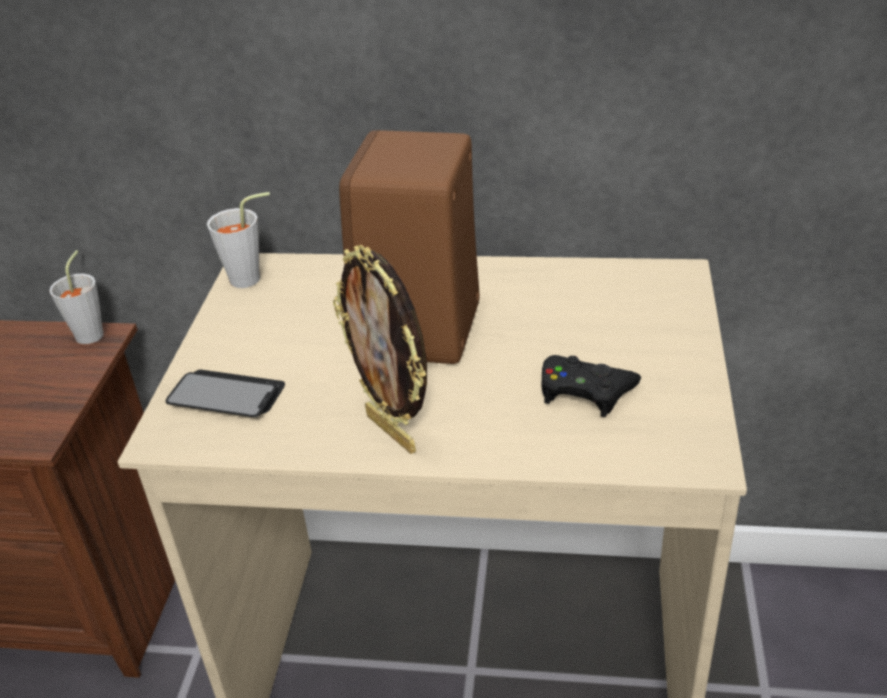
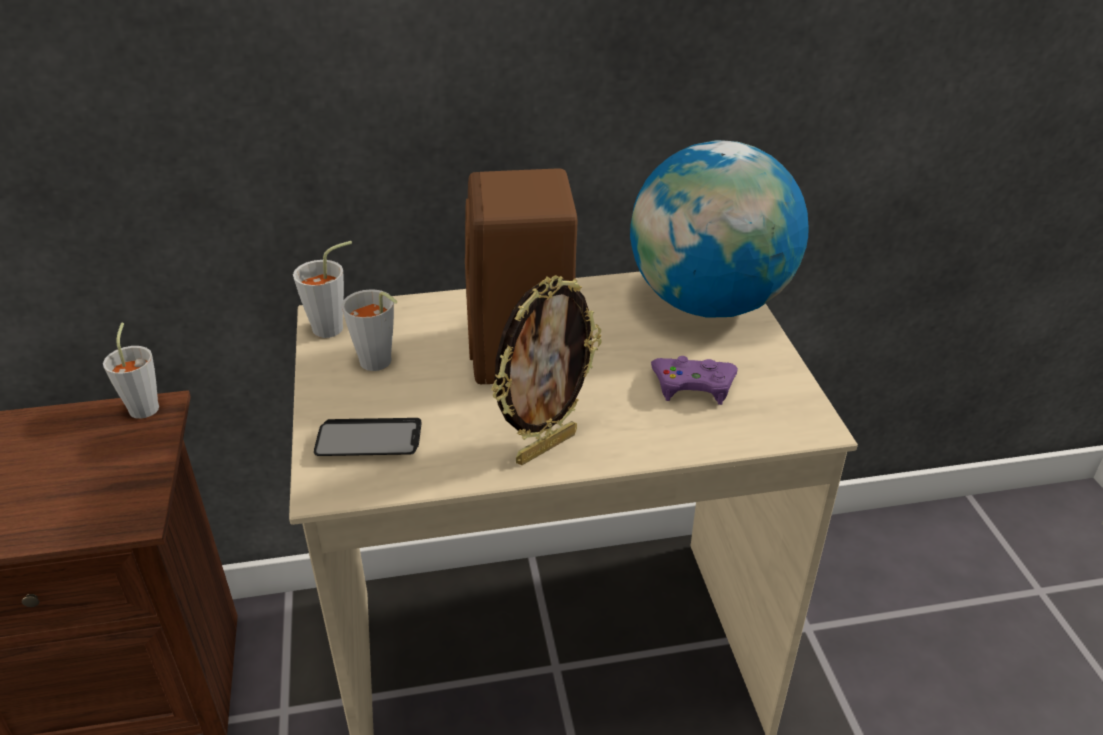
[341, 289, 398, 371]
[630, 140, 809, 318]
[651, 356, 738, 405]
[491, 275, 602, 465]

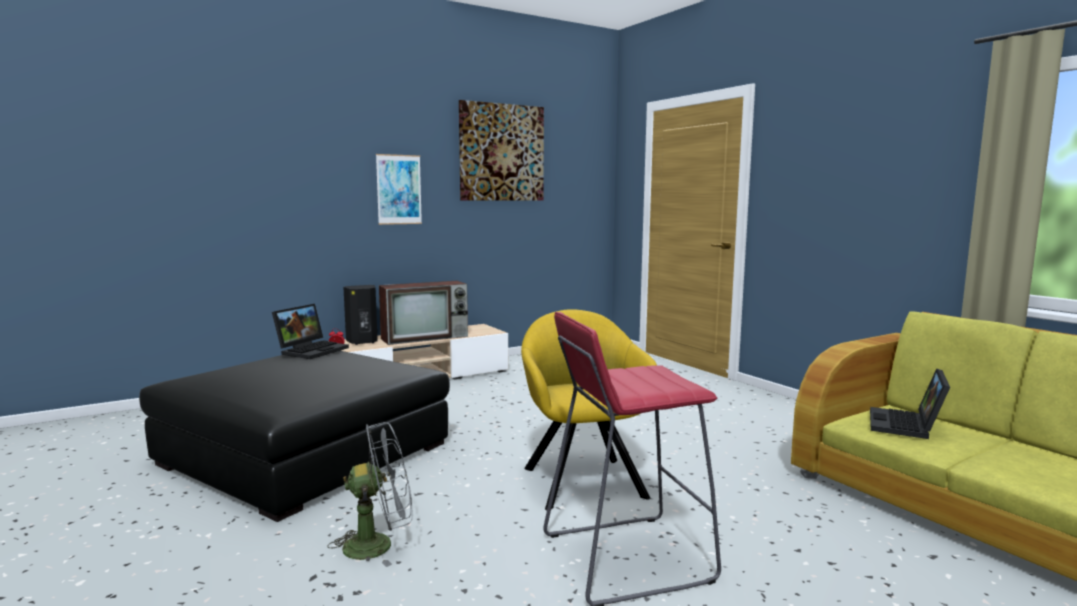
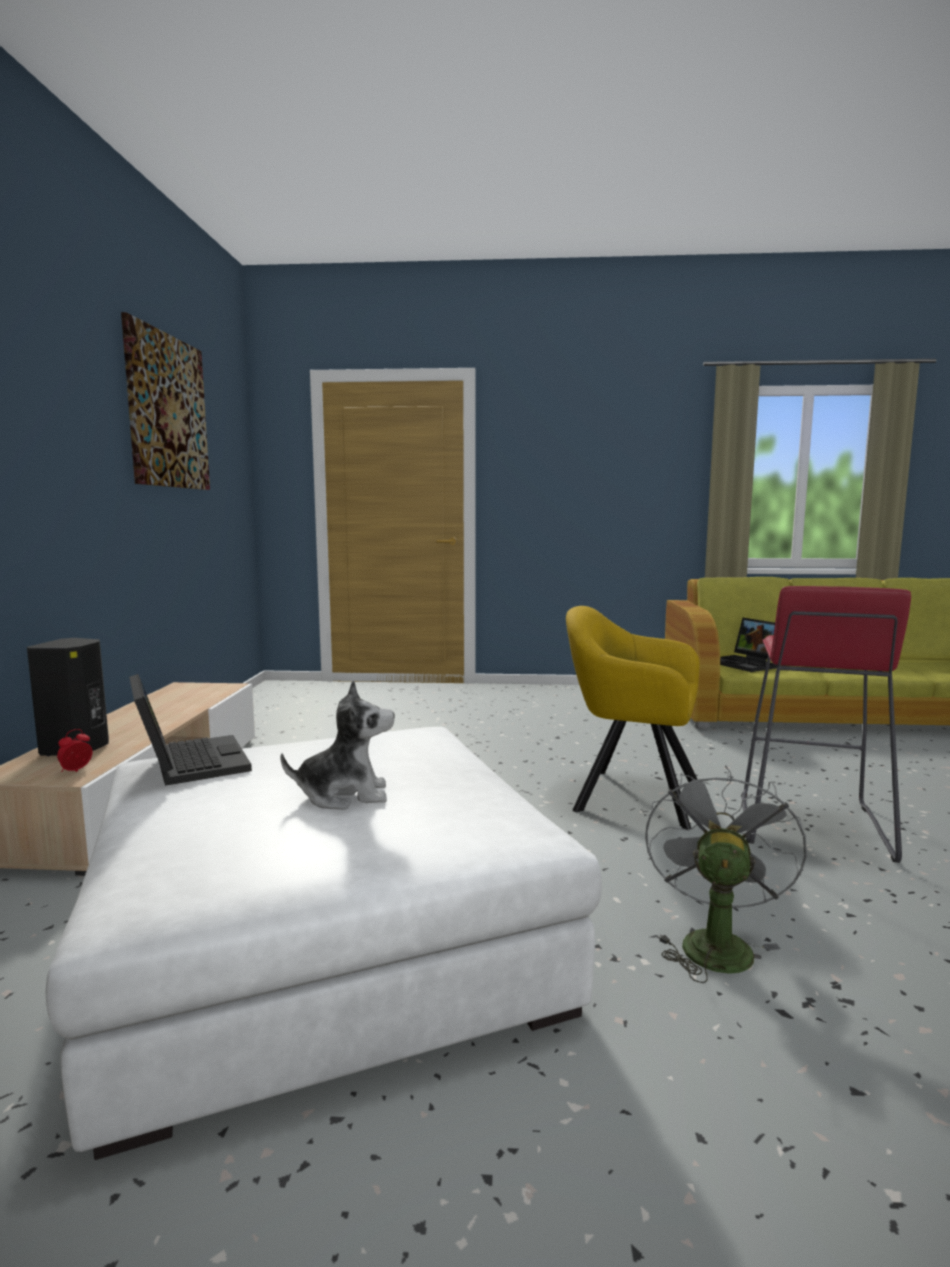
[376, 154, 422, 225] (first image)
[379, 281, 468, 345] (first image)
[280, 680, 395, 810]
[45, 727, 602, 1160]

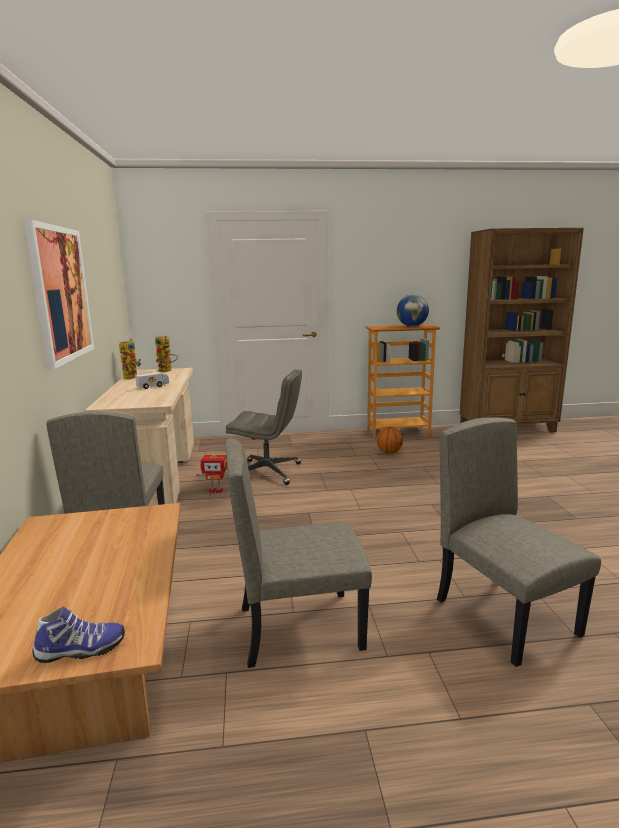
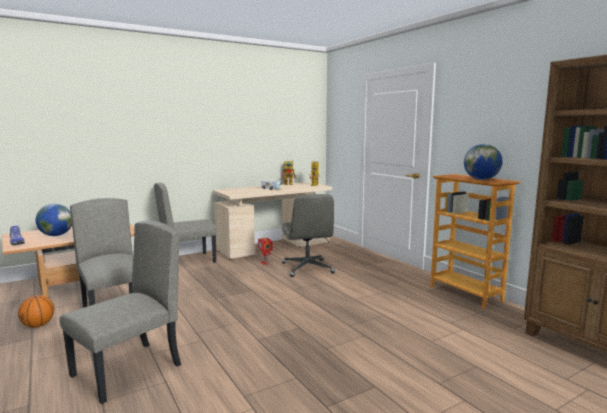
[24, 220, 94, 369] (first image)
[36, 204, 72, 236]
[18, 295, 55, 328]

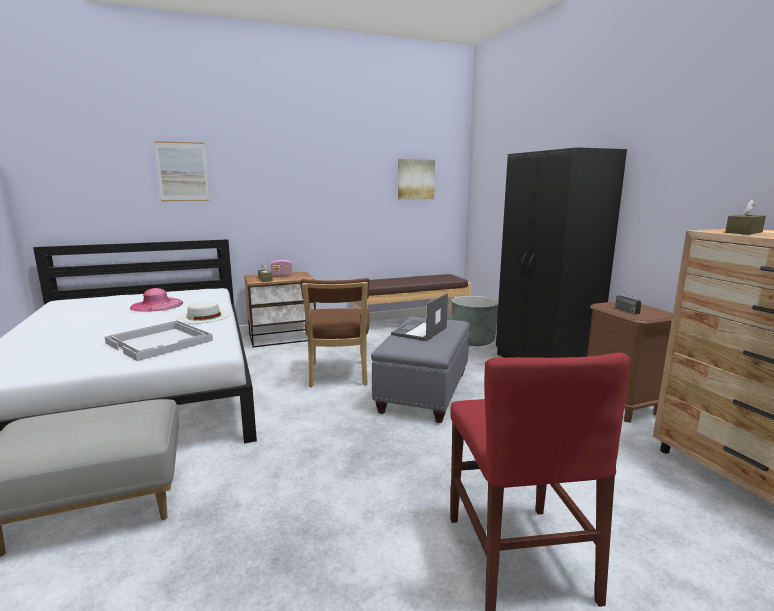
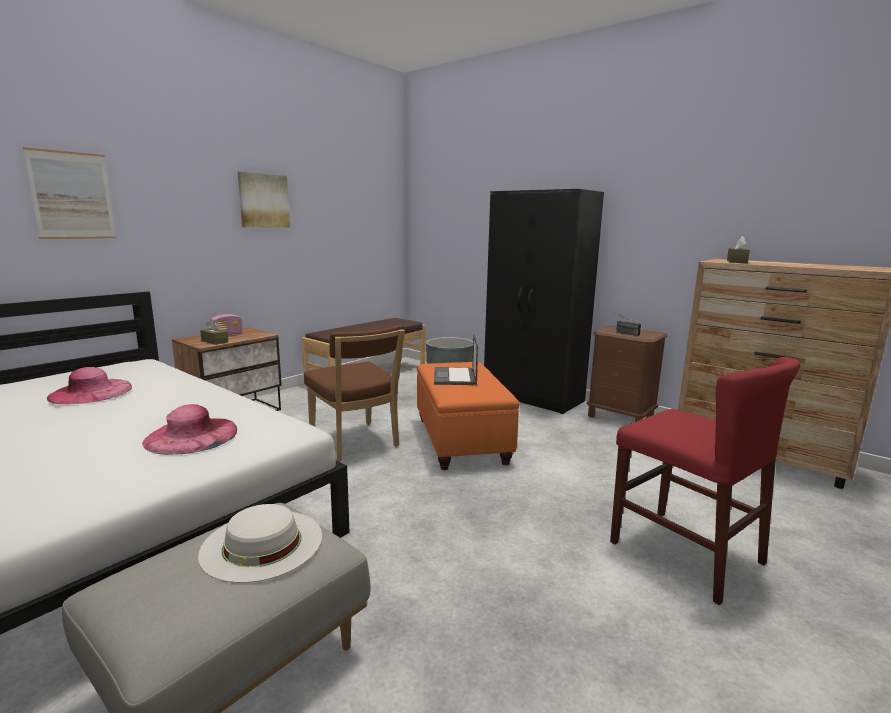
[198, 504, 322, 583]
[238, 172, 290, 227]
[142, 404, 237, 455]
[417, 362, 520, 470]

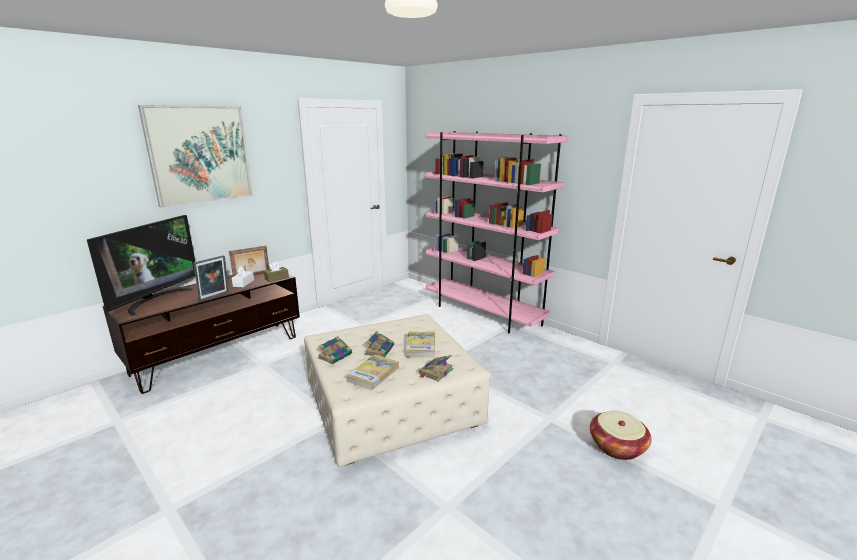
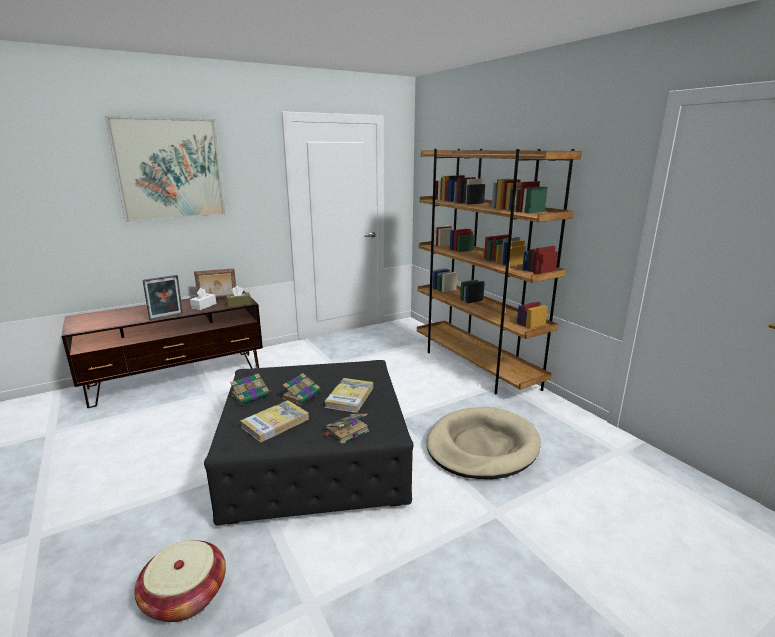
[87, 215, 195, 316] (first image)
[426, 407, 541, 479]
[134, 540, 226, 622]
[204, 360, 414, 526]
[417, 149, 582, 394]

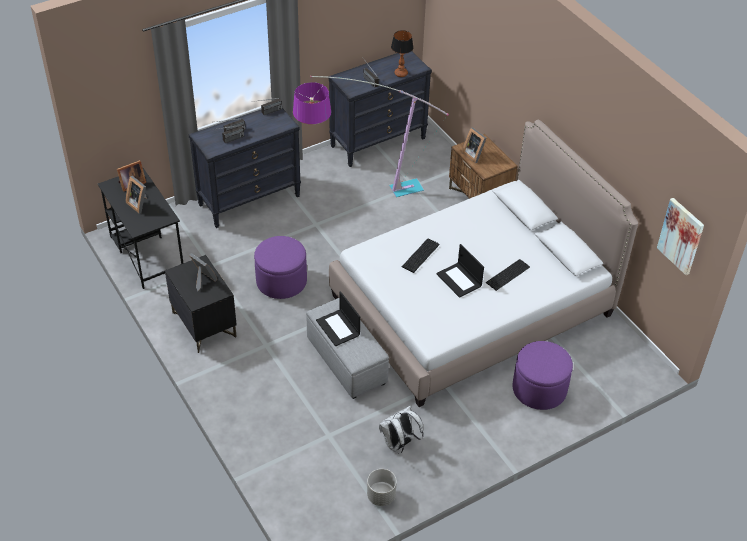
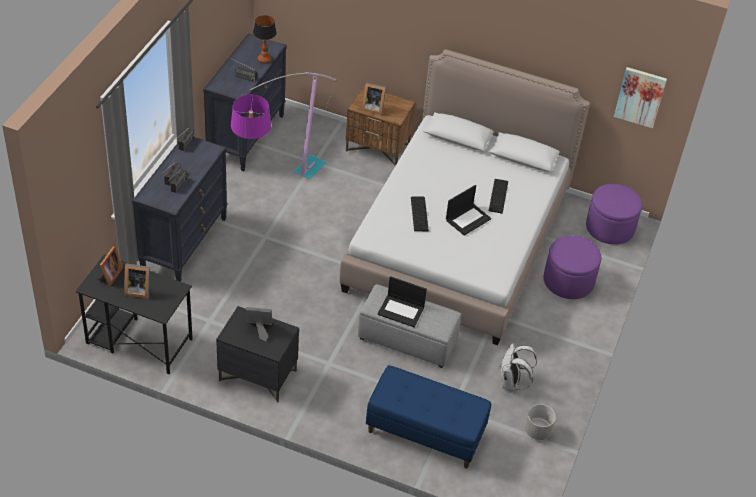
[366, 365, 491, 468]
[586, 184, 642, 245]
[446, 185, 491, 236]

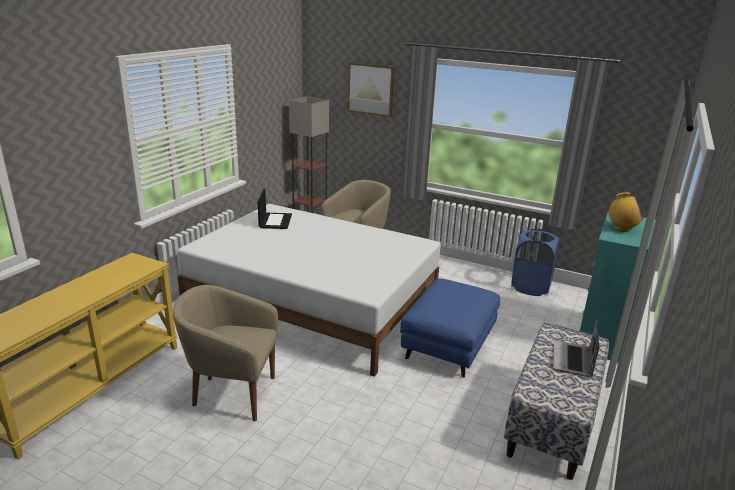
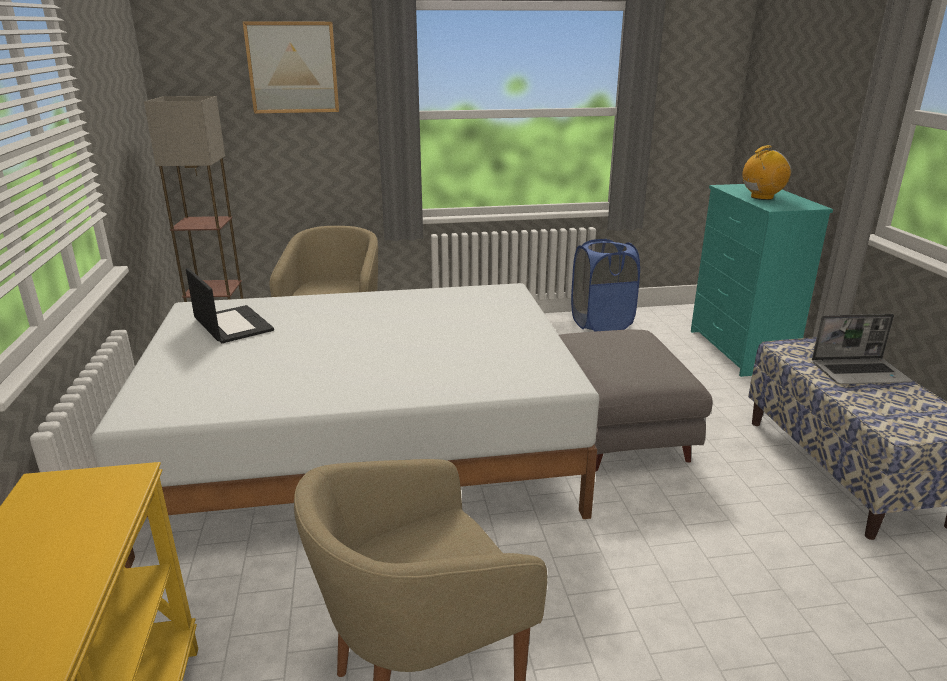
[559, 330, 713, 472]
[812, 314, 913, 384]

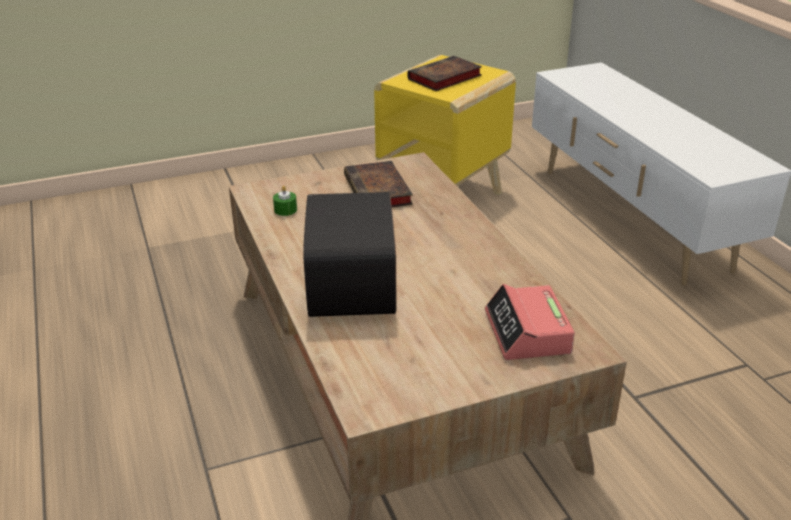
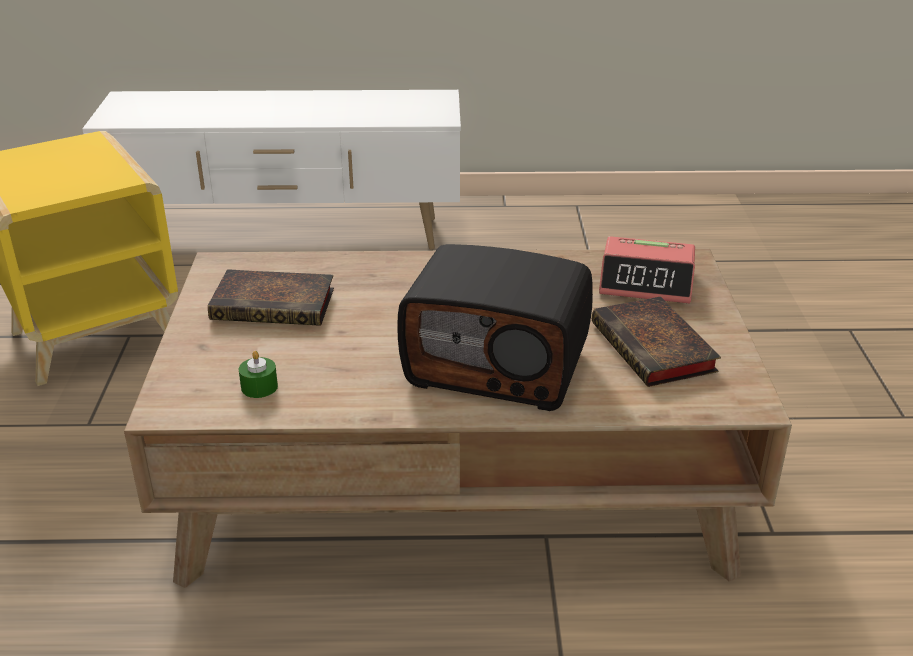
[592, 297, 721, 387]

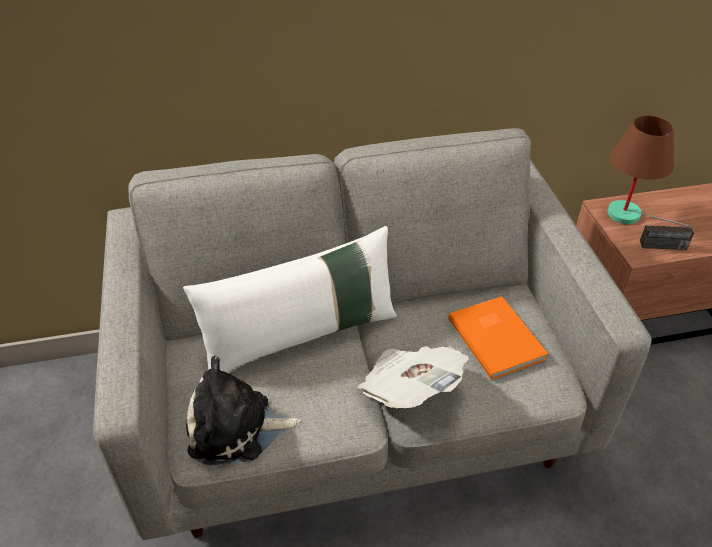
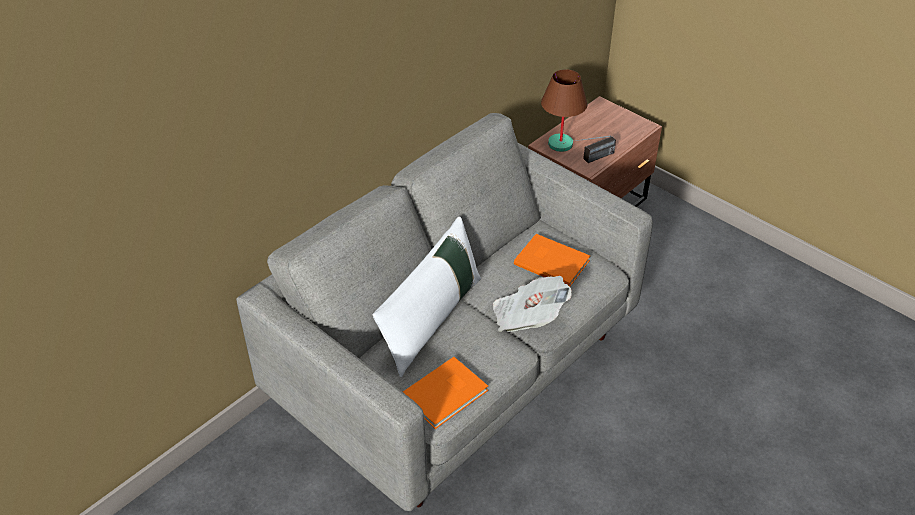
[403, 357, 488, 429]

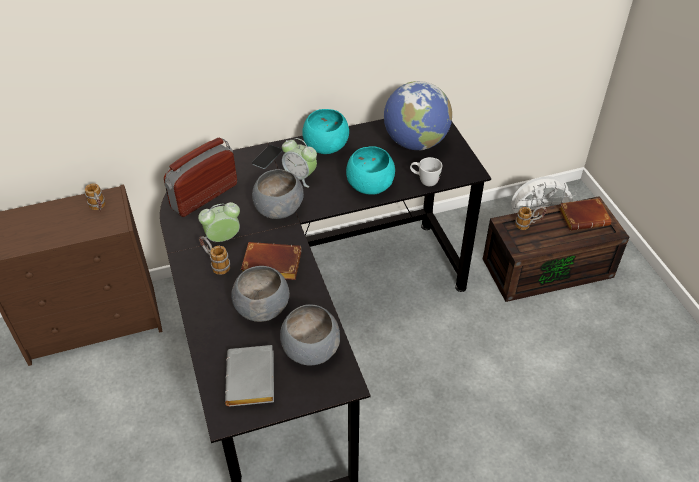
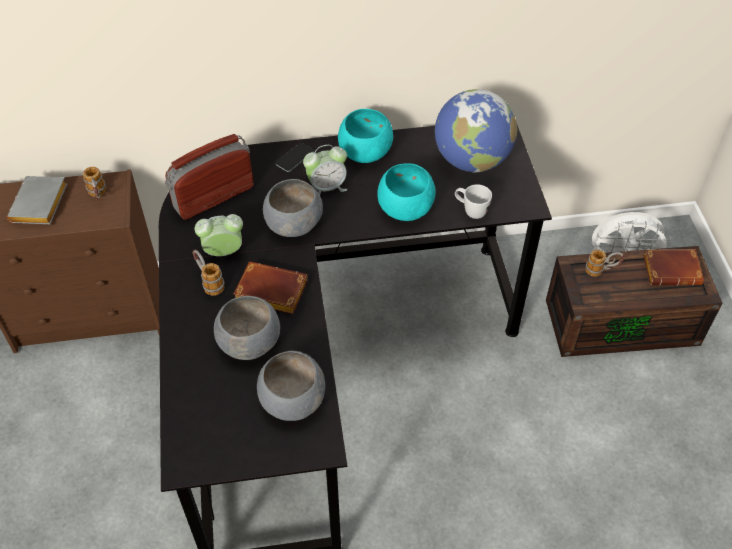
[7, 176, 67, 224]
[303, 145, 348, 195]

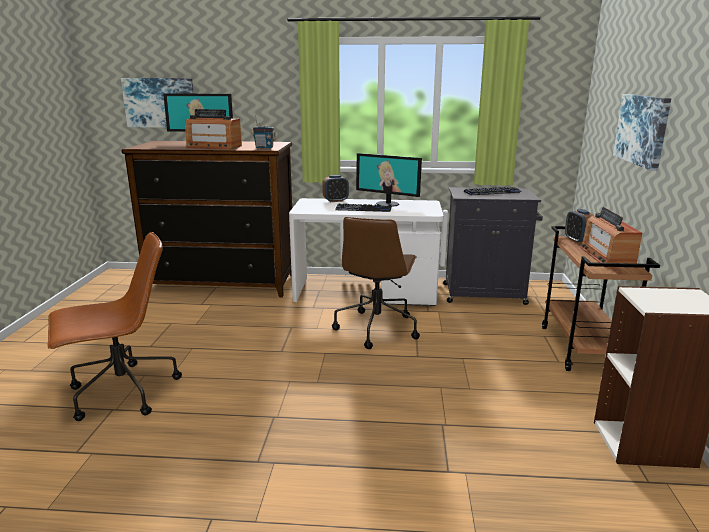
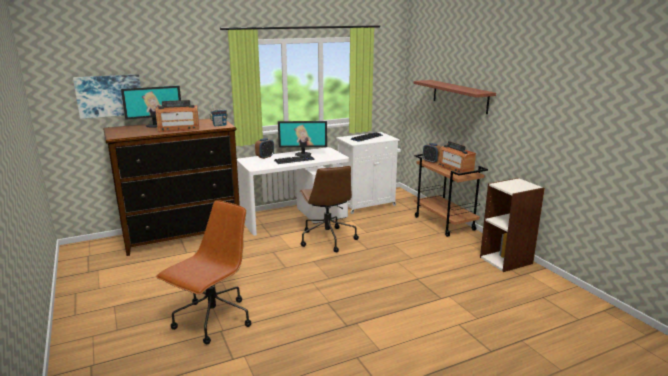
[414, 80, 496, 114]
[336, 132, 401, 214]

